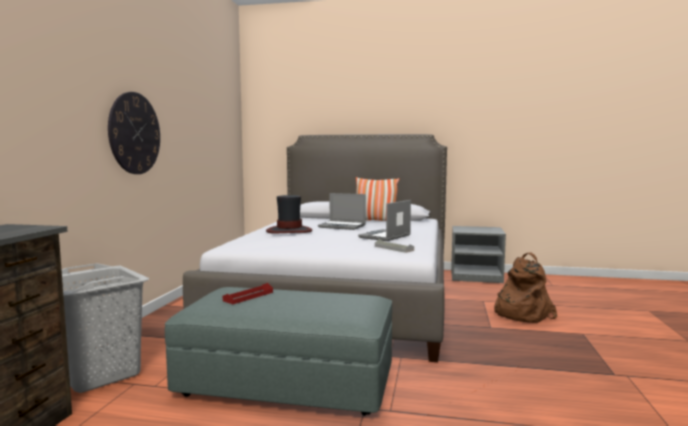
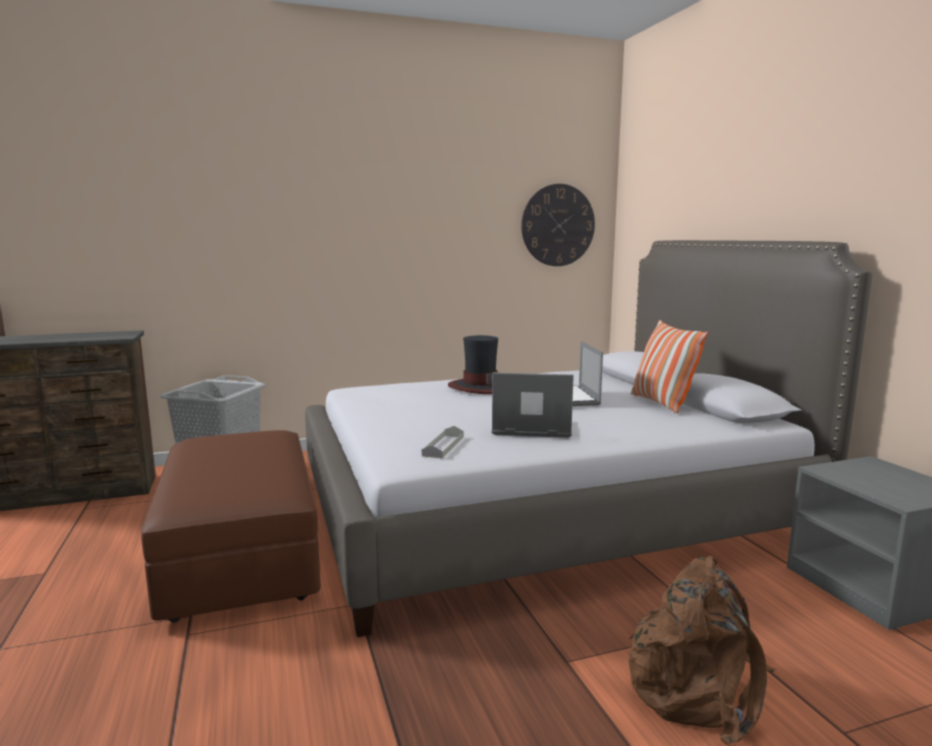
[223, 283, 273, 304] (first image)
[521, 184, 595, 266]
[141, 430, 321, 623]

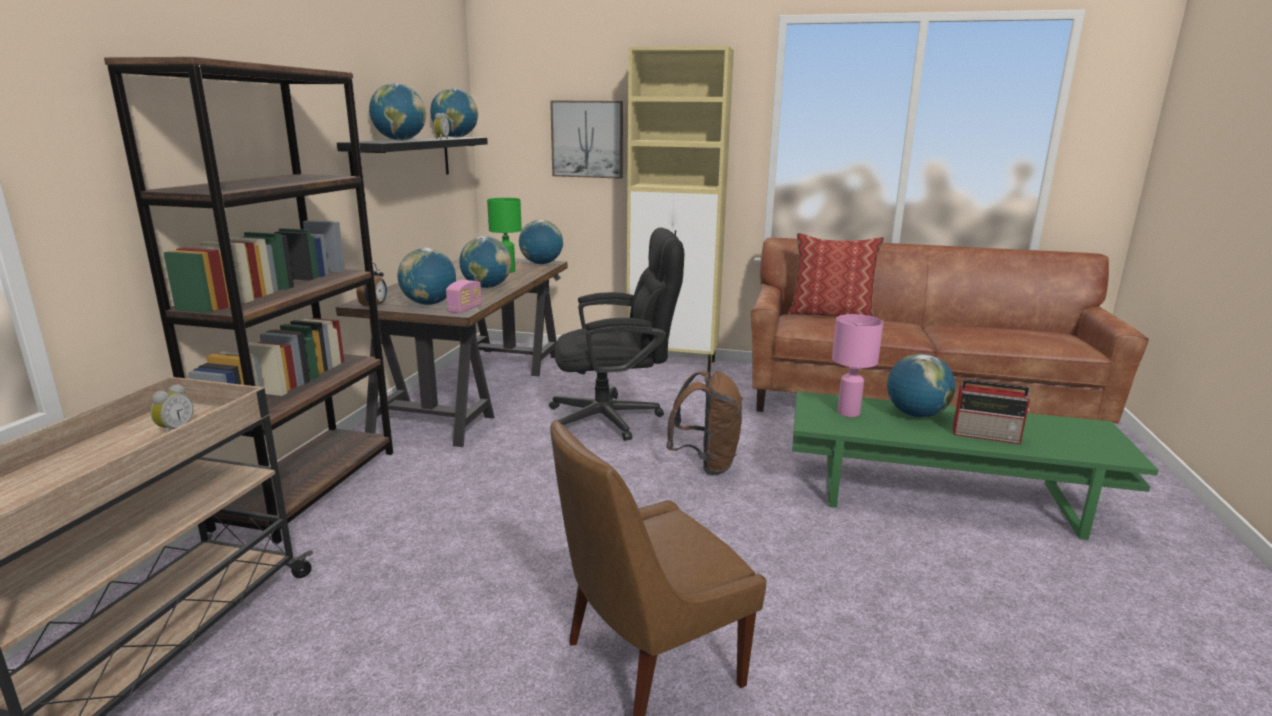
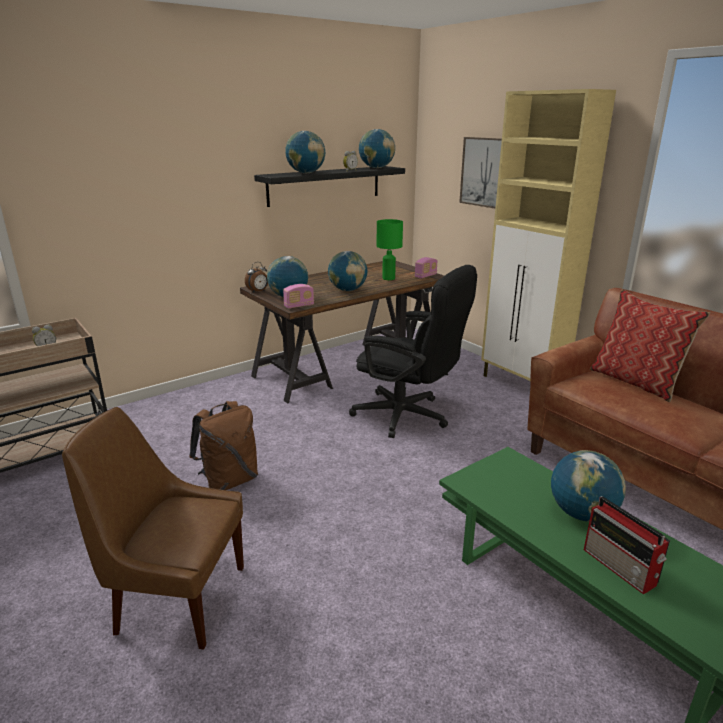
[104, 57, 393, 544] (first image)
[832, 314, 883, 417] (first image)
[189, 401, 258, 490]
[415, 257, 437, 279]

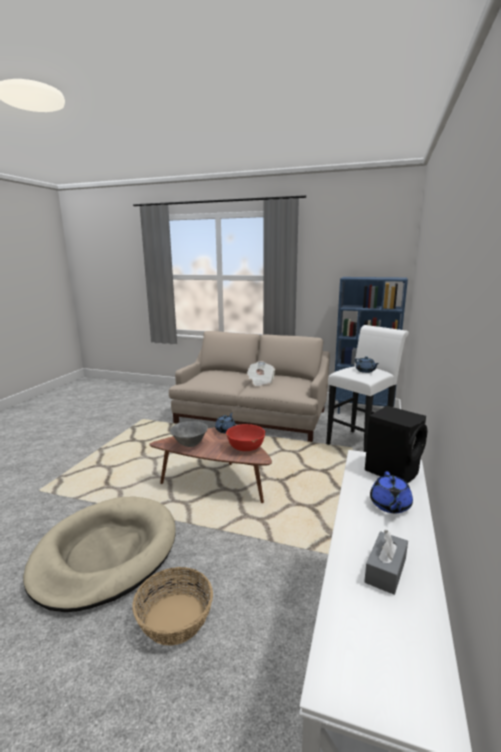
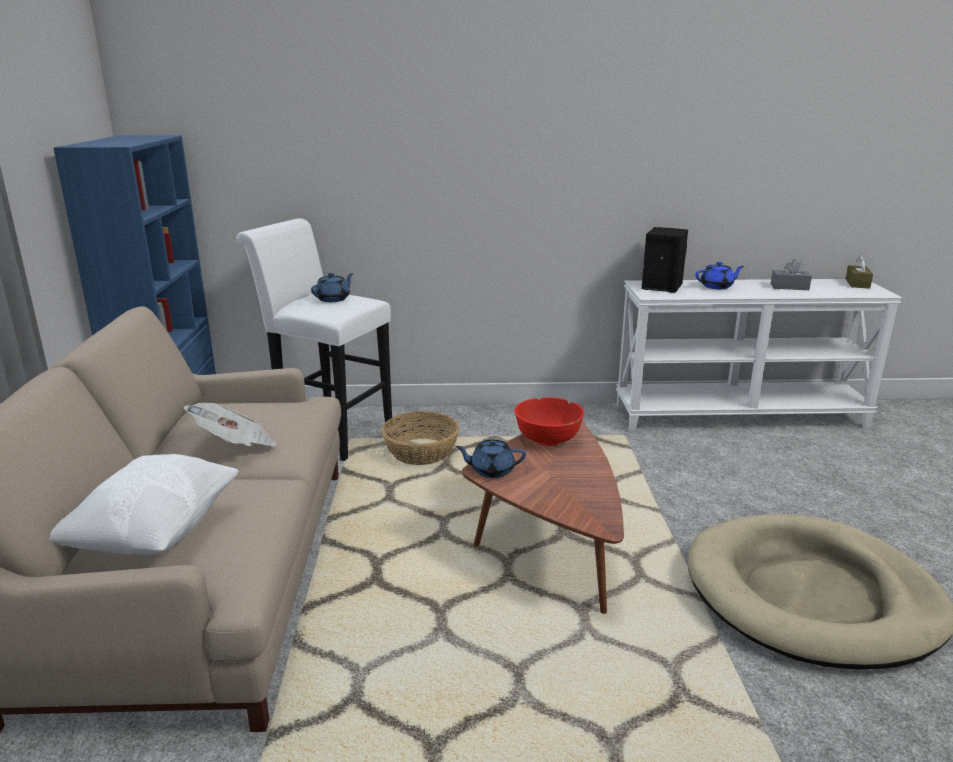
[170, 421, 208, 447] (first image)
[50, 454, 238, 555]
[846, 255, 873, 289]
[381, 411, 459, 465]

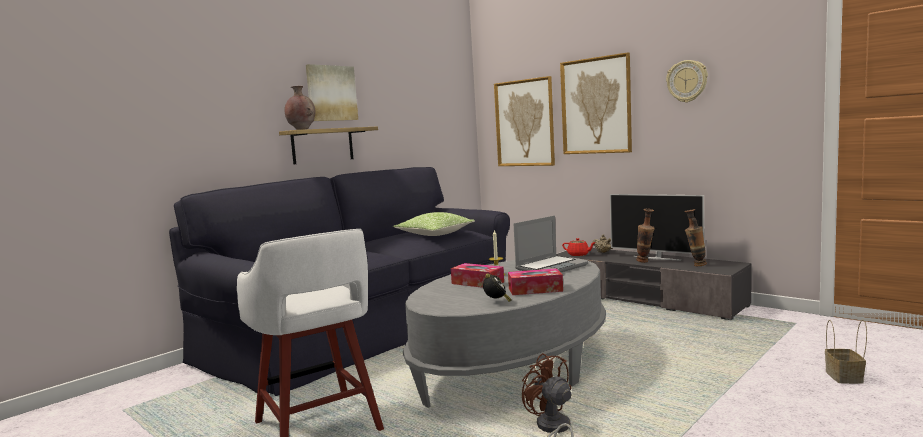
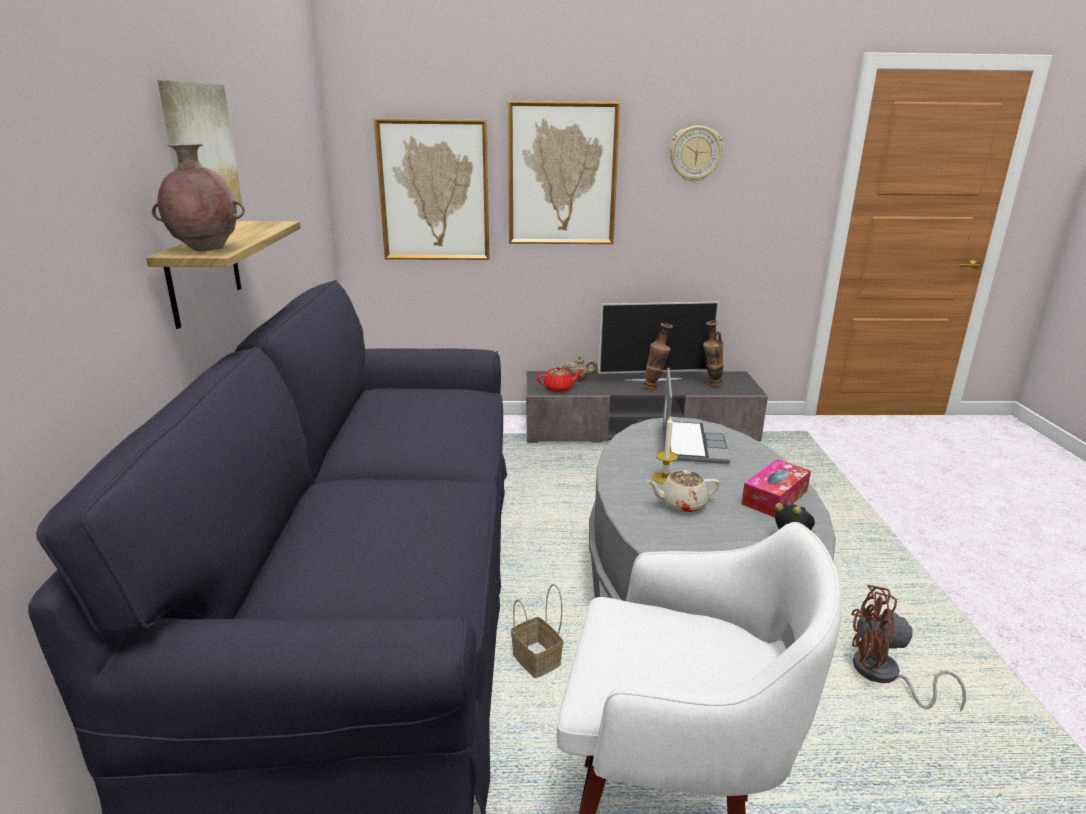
[393, 212, 475, 236] (first image)
[511, 584, 563, 678]
[646, 470, 720, 513]

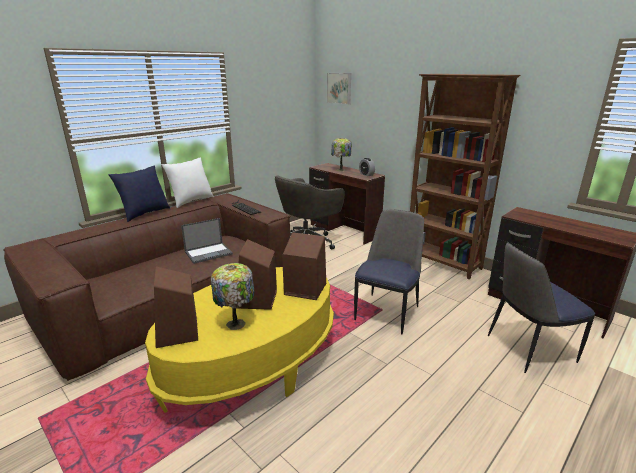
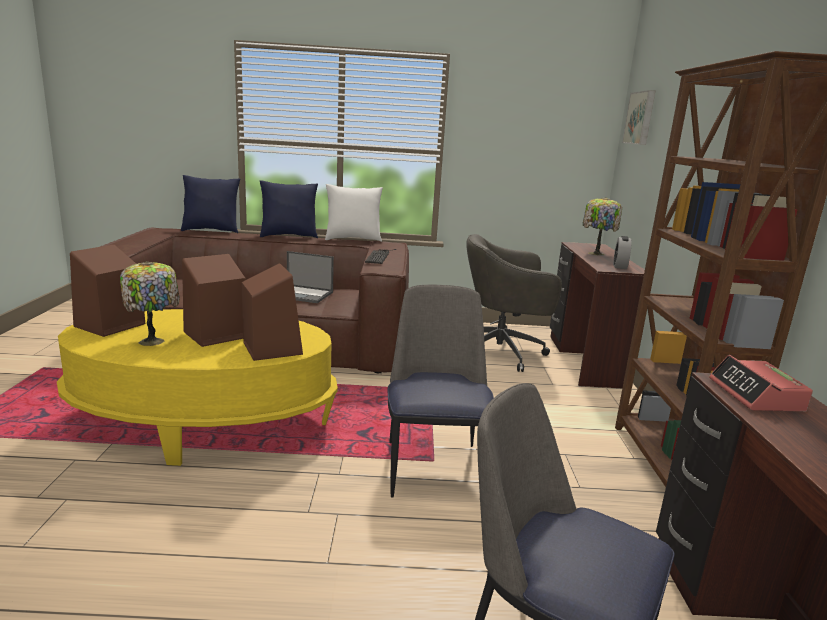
[181, 175, 241, 233]
[709, 355, 813, 412]
[388, 285, 494, 498]

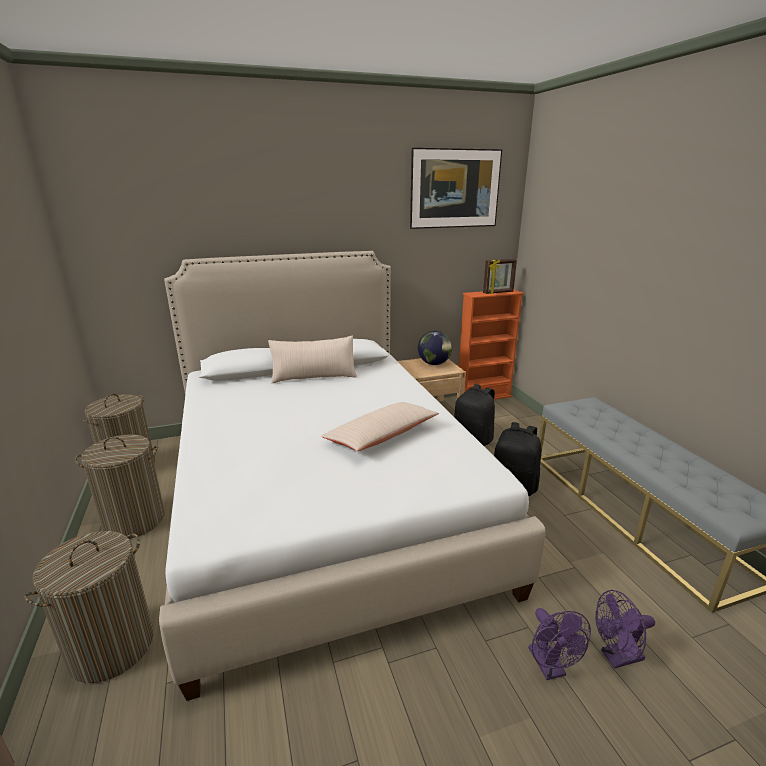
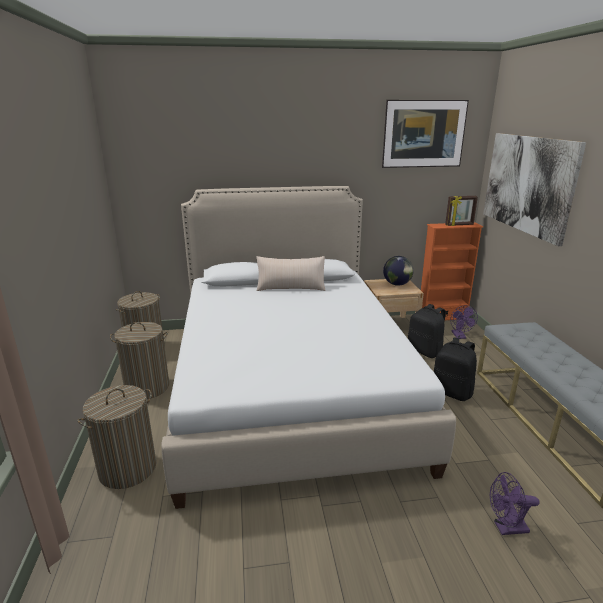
[321, 402, 439, 451] (first image)
[483, 133, 586, 246]
[450, 305, 478, 339]

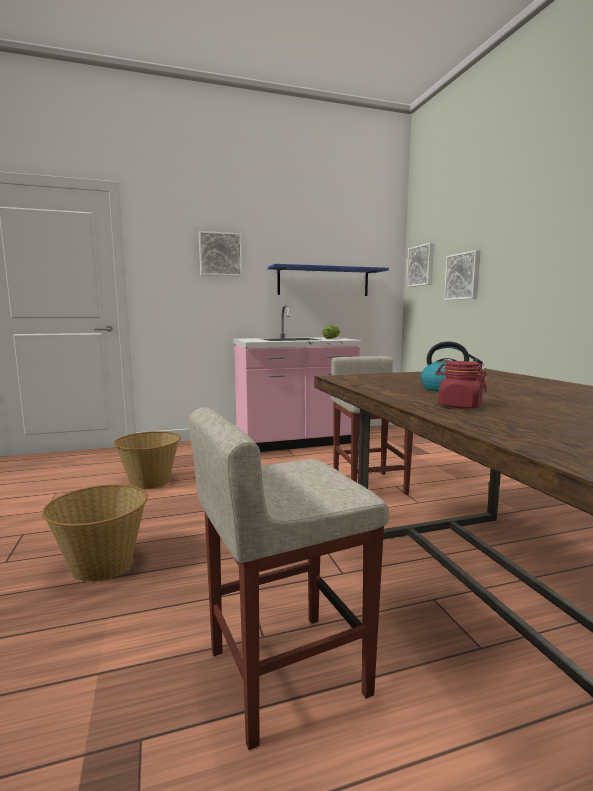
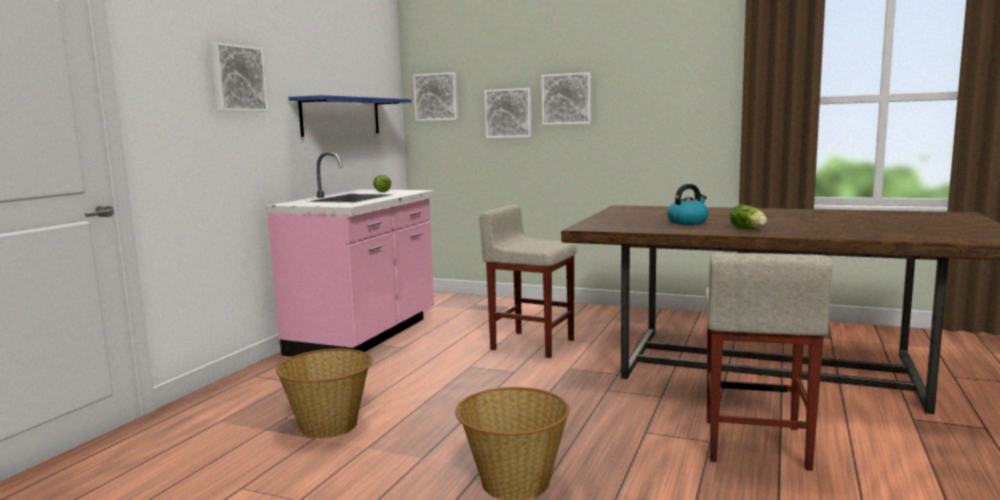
[542, 72, 591, 125]
[729, 205, 767, 229]

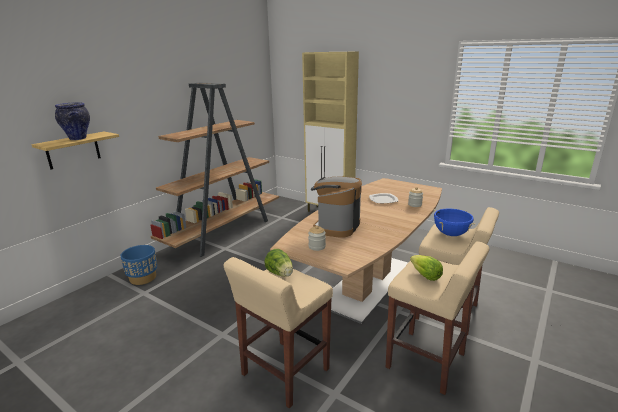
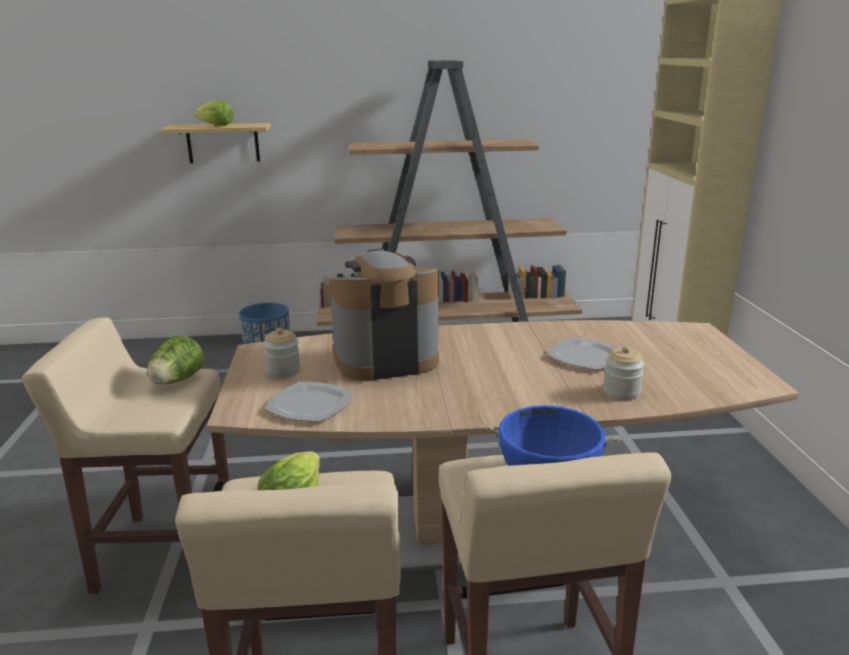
[264, 382, 354, 422]
[194, 100, 233, 126]

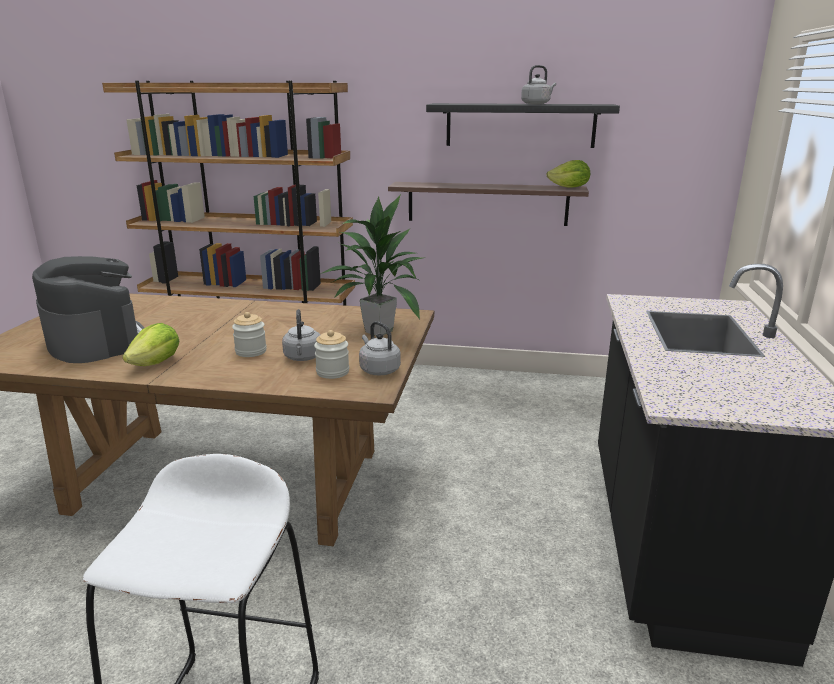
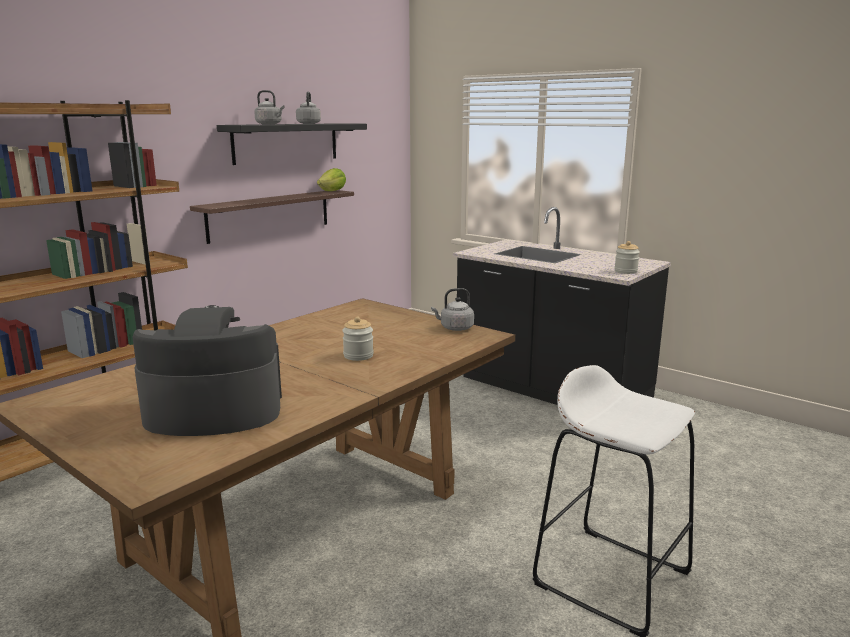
[122, 323, 179, 366] (first image)
[320, 196, 423, 335] (first image)
[254, 90, 285, 124]
[614, 241, 640, 274]

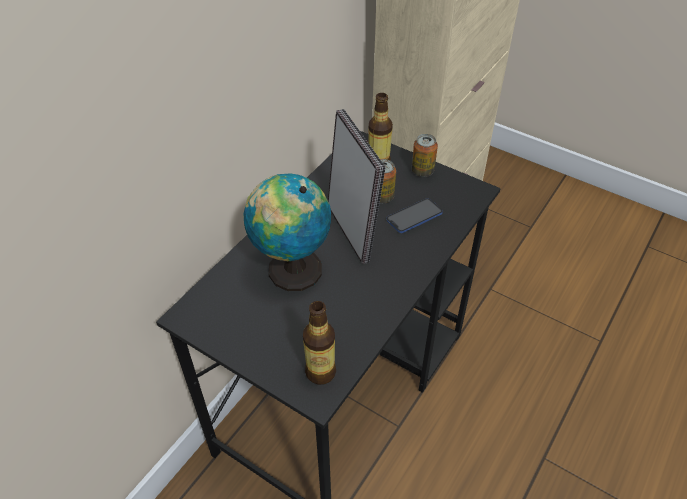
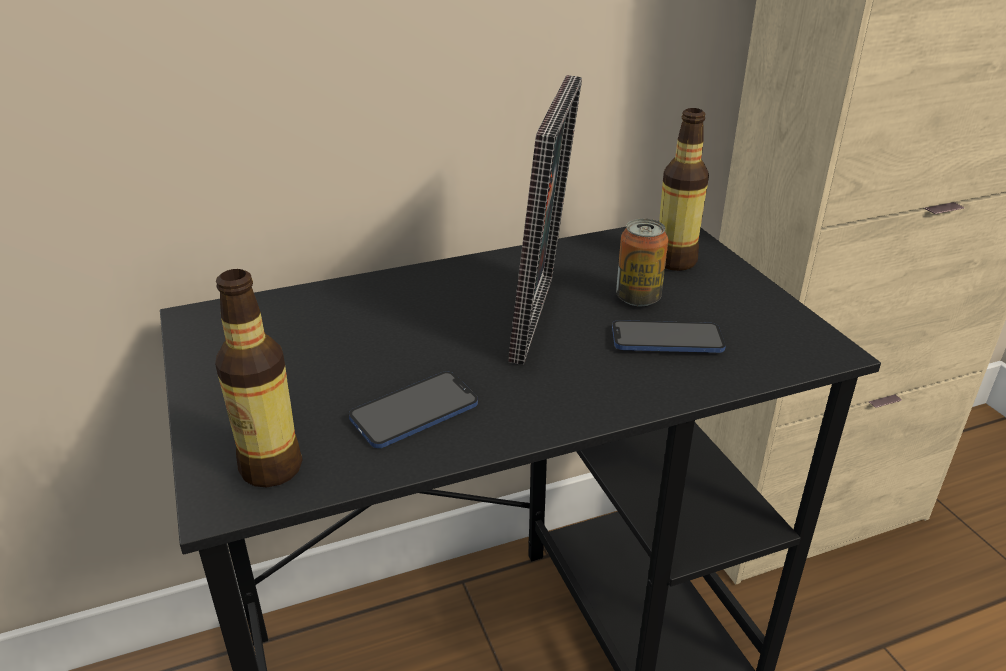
[243, 174, 331, 291] (first image)
[412, 134, 438, 177] (first image)
[349, 371, 478, 448]

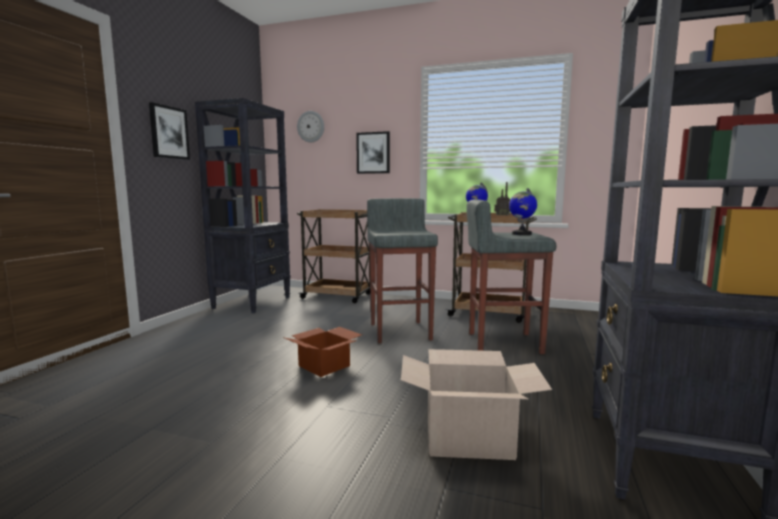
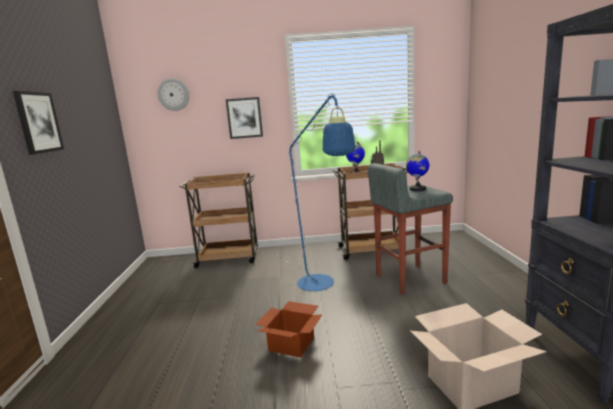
[195, 98, 291, 313] (first image)
[273, 93, 355, 291]

